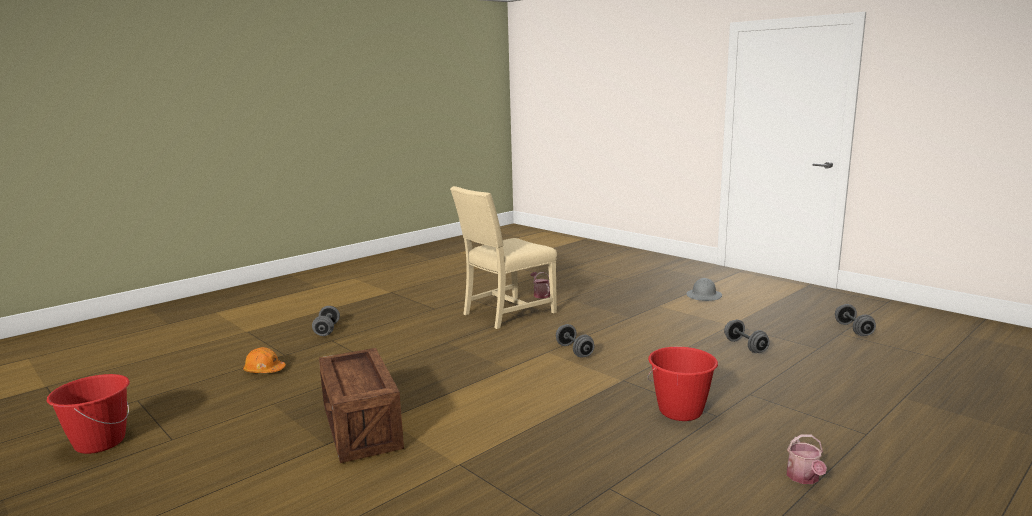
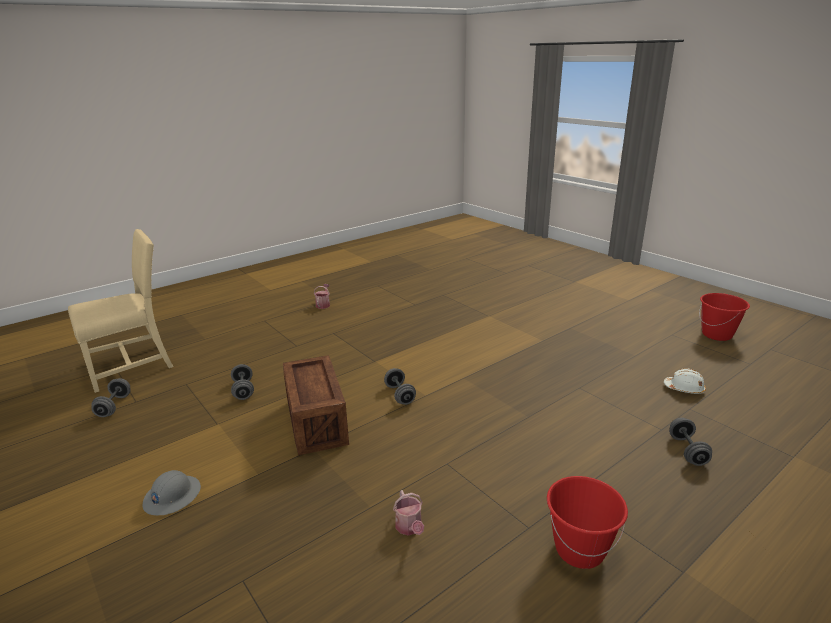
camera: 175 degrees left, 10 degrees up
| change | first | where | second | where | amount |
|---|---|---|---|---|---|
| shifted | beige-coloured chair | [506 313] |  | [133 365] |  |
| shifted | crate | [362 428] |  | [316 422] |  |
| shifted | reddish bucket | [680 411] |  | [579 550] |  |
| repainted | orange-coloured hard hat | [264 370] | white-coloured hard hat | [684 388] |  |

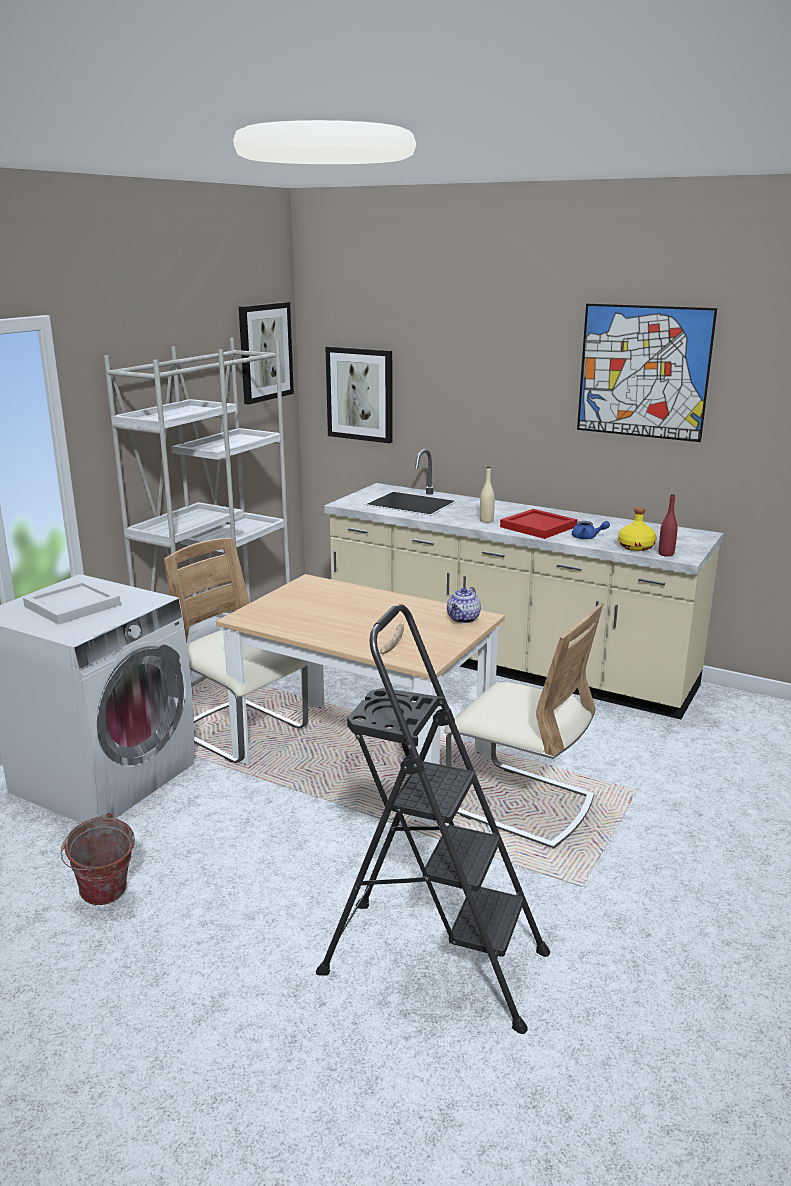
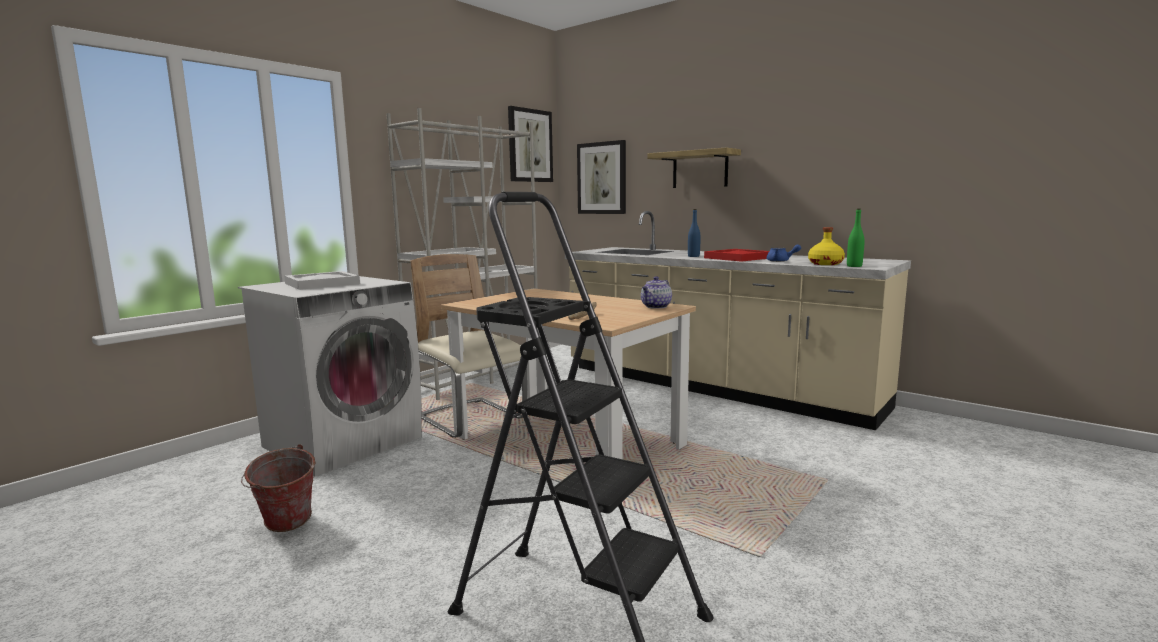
camera: 10 degrees right, 10 degrees down
| change | first | where | second | where | amount |
|---|---|---|---|---|---|
| new |  |  | bracket shelf | [700 169] |  |
| repainted | beige-coloured drink bottle | [486 521] | blue-coloured drink bottle | [693 256] |  |
| repainted | reddish drink bottle | [666 554] | green drink bottle | [854 266] |  |
| gone | beige-coloured chair | [520 804] |  |  |  |
| gone | picture | [643 372] |  |  |  |

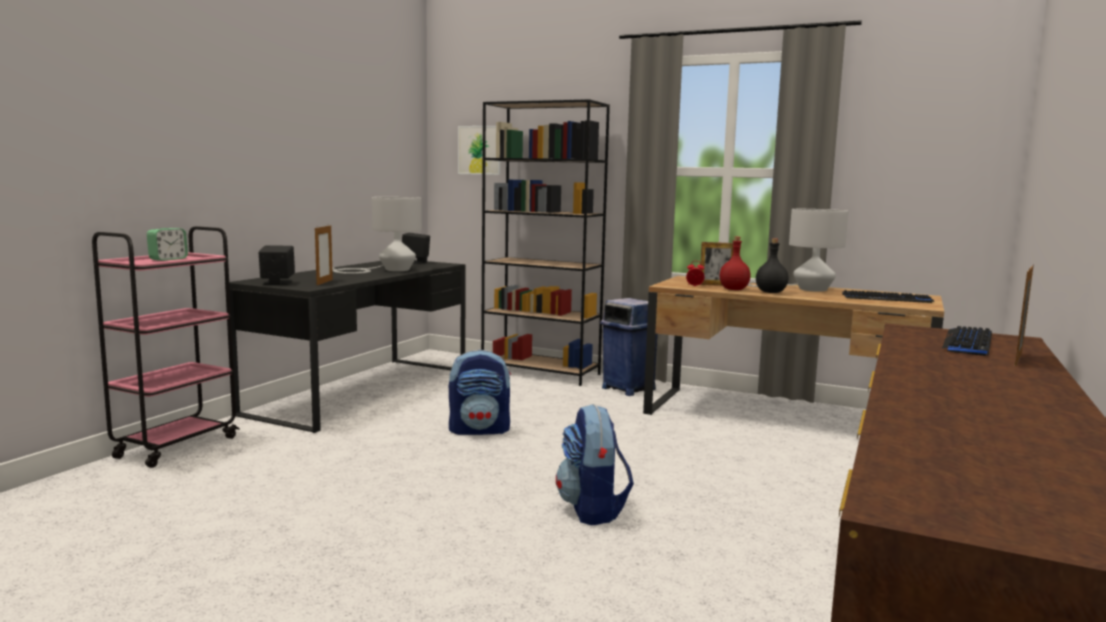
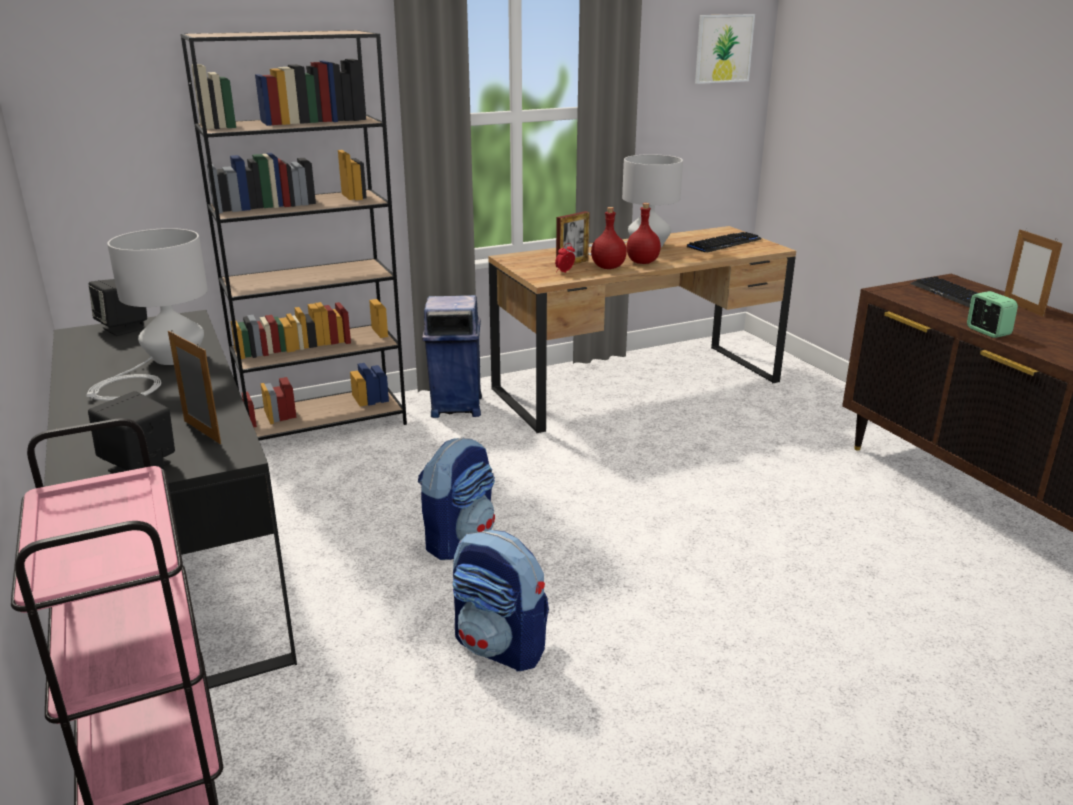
camera: 50 degrees left, 15 degrees up
| change | first | where | second | where | amount |
|---|---|---|---|---|---|
| shifted | knapsack | [592 510] |  | [501 647] |  |
| repainted | black-coloured drink bottle | [771 292] | reddish drink bottle | [643 262] |  |
| shifted | picture | [479 150] |  | [723 48] |  |
| shifted | table clock | [168 259] |  | [987 332] |  |

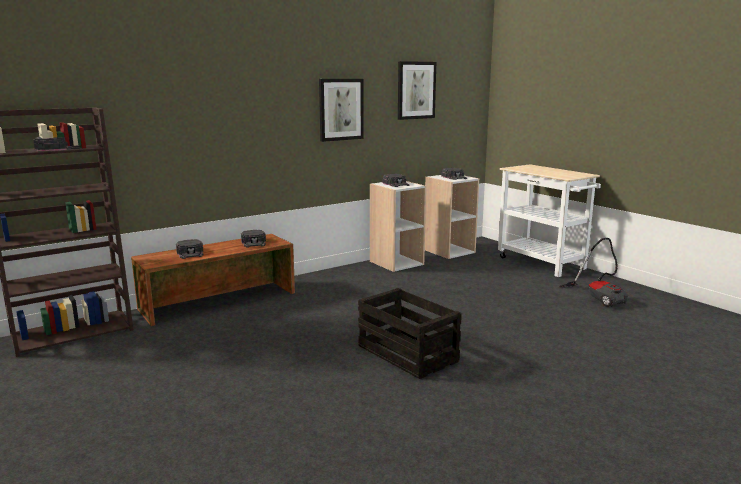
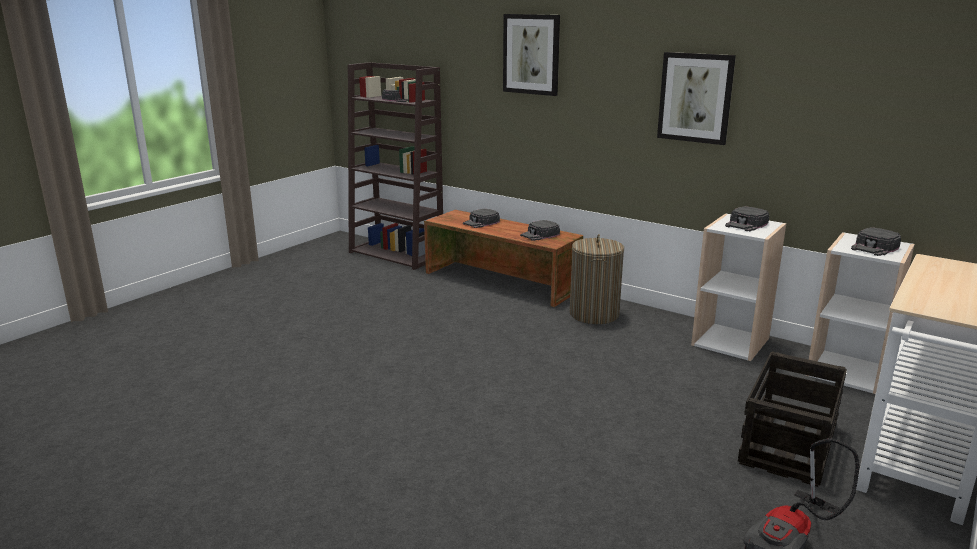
camera: 70 degrees right, 5 degrees up
| change | first | where | second | where | amount |
|---|---|---|---|---|---|
| shifted | picture | [416 90] |  | [531 54] |  |
| new |  |  | washing basket | [594 314] |  |
| shifted | crate | [406 353] |  | [788 443] |  |

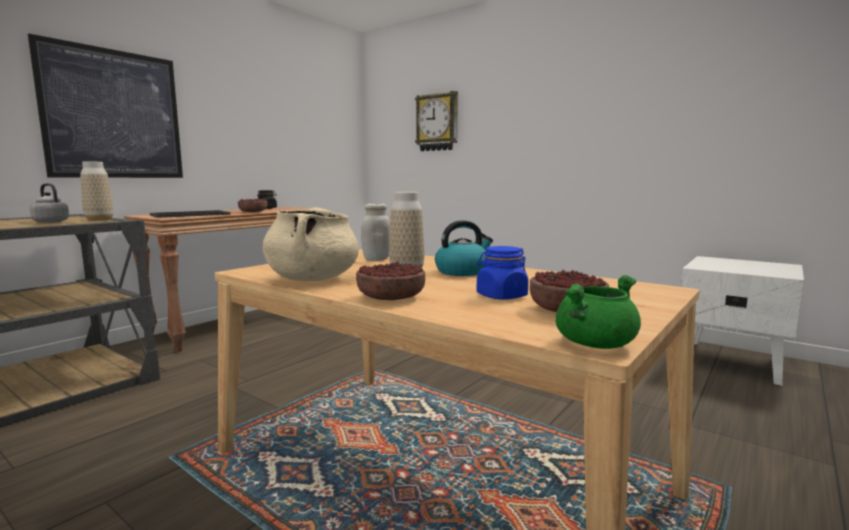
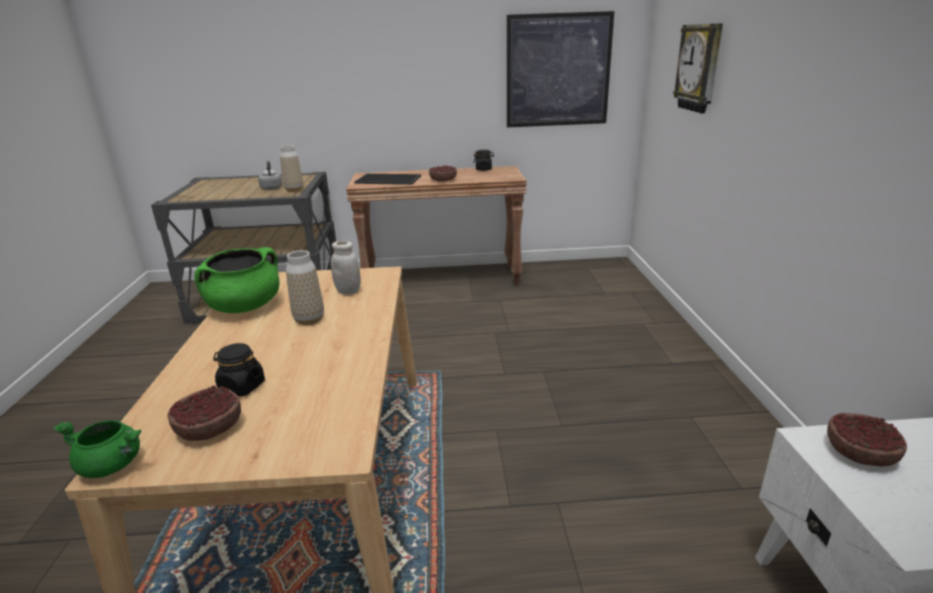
camera: 50 degrees right, 15 degrees up
| change | first | where | second | where | amount |
|---|---|---|---|---|---|
| repainted | beige-coloured saucepot | [312 279] | green saucepot | [245 307] |  |
| repainted | blue-coloured jar | [501 296] | black-coloured jar | [242 387] |  |
| shifted | picture | [114 114] |  | [558 71] |  |
| shifted | serving bowl | [391 297] |  | [860 453] |  |
| gone | water kettle | [462 271] |  |  |  |

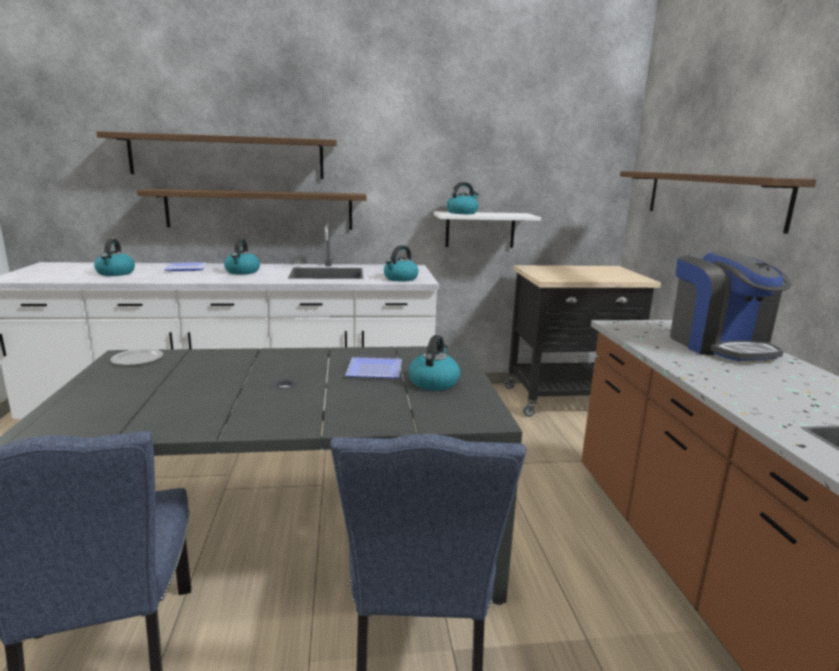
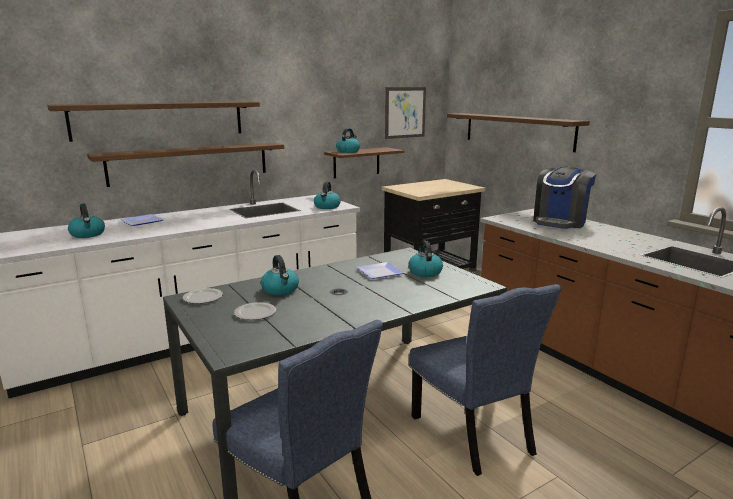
camera: 25 degrees left, 0 degrees up
| change | first | where | second | where | amount |
|---|---|---|---|---|---|
| new |  |  | flat dish | [255 313] |  |
| shifted | water kettle | [242 272] |  | [280 290] |  |
| repainted | white-coloured bracket shelf | [480 229] | brown-coloured bracket shelf | [356 162] |  |
| new |  |  | picture | [405 112] |  |
| rotated | coffee machine | [719 345] |  | [560 222] | 75 degrees clockwise |

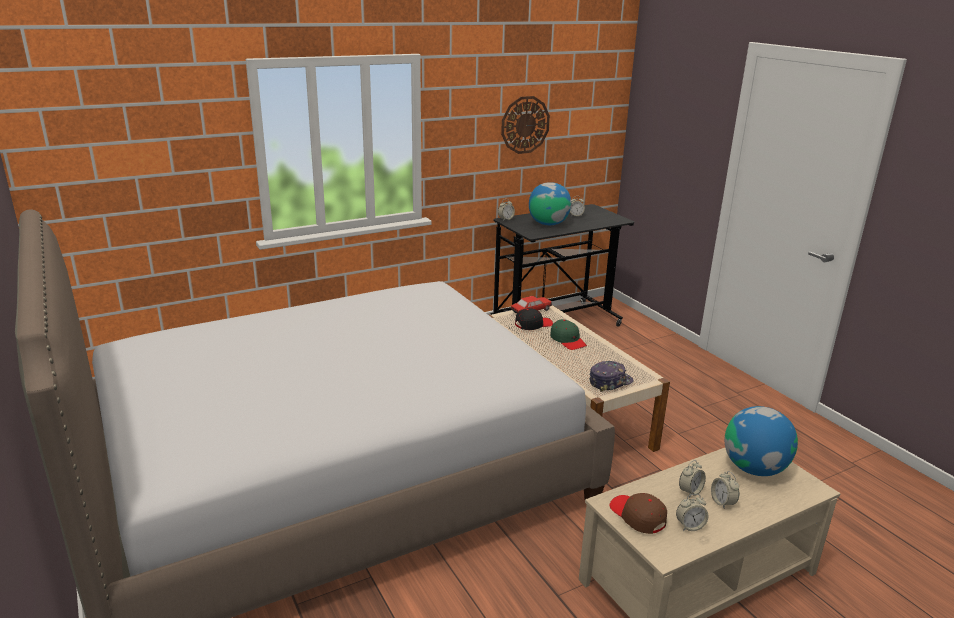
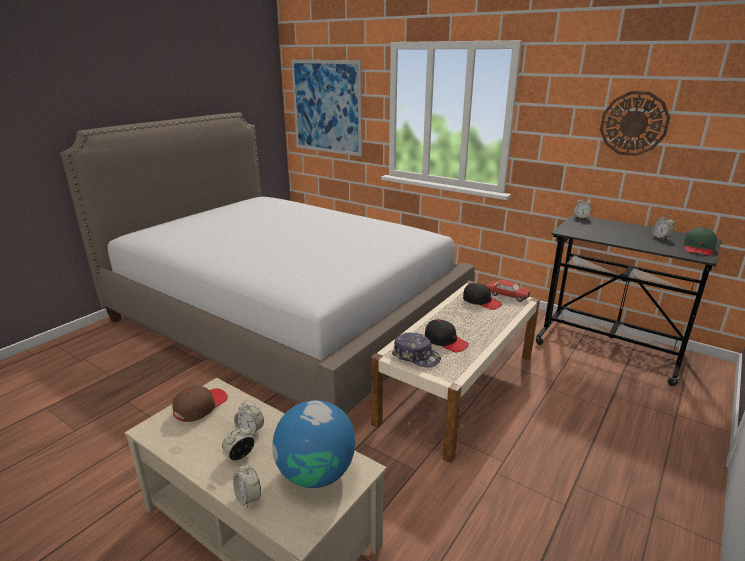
camera: 65 degrees right, 0 degrees up
| change | first | where | second | where | amount |
|---|---|---|---|---|---|
| shifted | table clock | [689 526] |  | [248 498] |  |
| new |  |  | picture | [326 107] |  |
| new |  |  | black-coloured peaked cap | [445 341] |  |
| shifted | green peaked cap | [568 340] |  | [698 248] |  |
| gone | world globe | [548 224] |  |  |  |

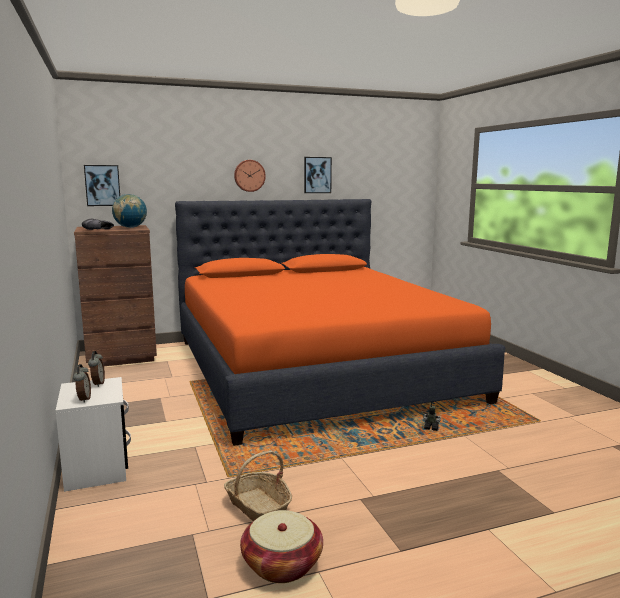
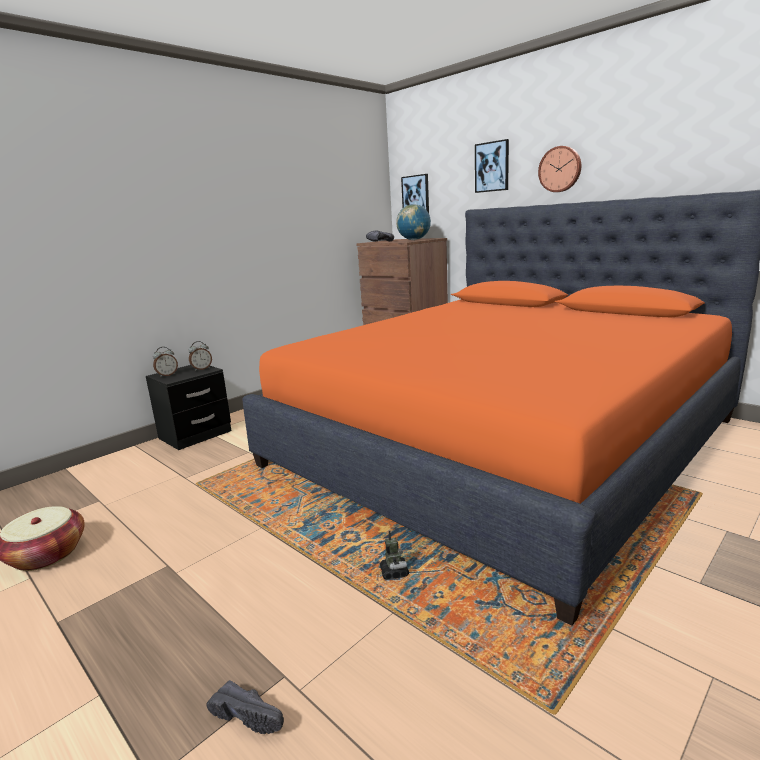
camera: 65 degrees right, 5 degrees up
| change | first | where | second | where | amount |
|---|---|---|---|---|---|
| repainted | white-coloured bedside table | [97 468] | black-coloured bedside table | [195 435] |  |
| new |  |  | black-coloured low shoe | [251 715] |  |
| shifted | picture | [317 175] |  | [492 167] |  |
| gone | basket | [258 505] |  |  |  |

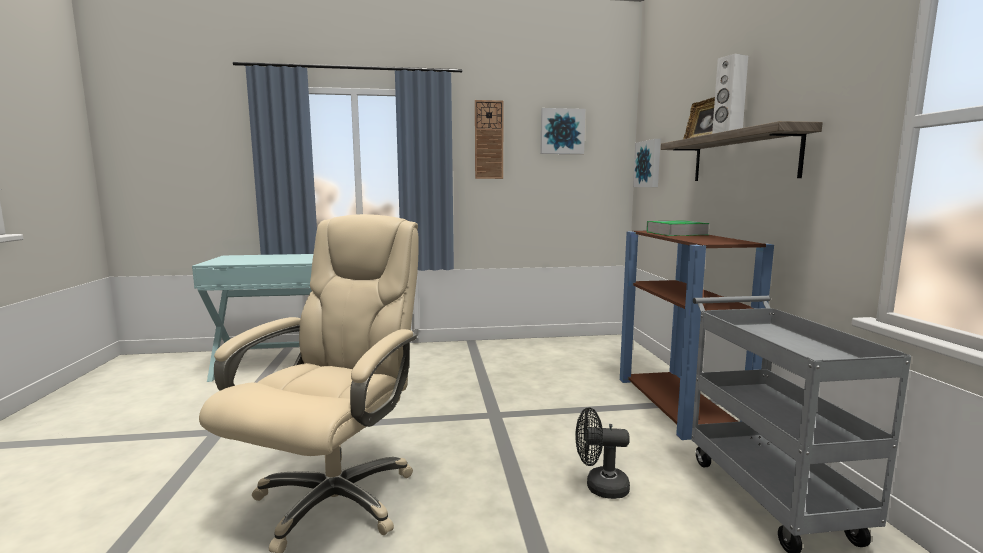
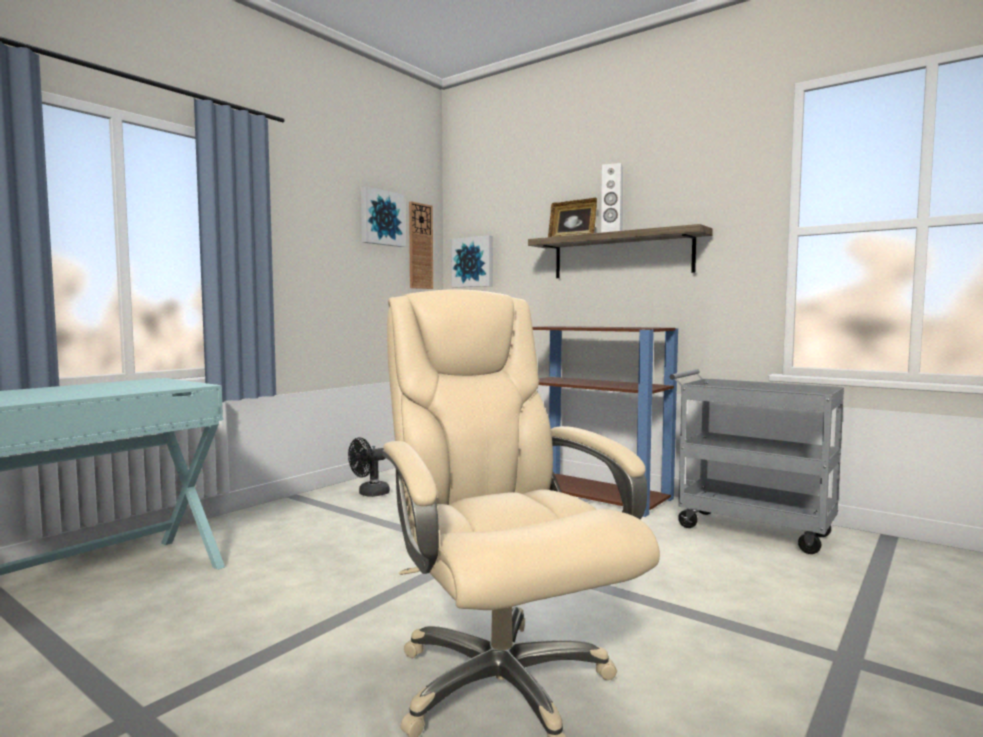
camera: 45 degrees left, 5 degrees down
| change | first | where | second | where | amount |
|---|---|---|---|---|---|
| shifted | black-coloured cooling fan | [600 487] |  | [369 494] |  |
| shifted | wall clock | [489 140] |  | [420 246] |  |
| gone | book | [676 233] |  |  |  |

